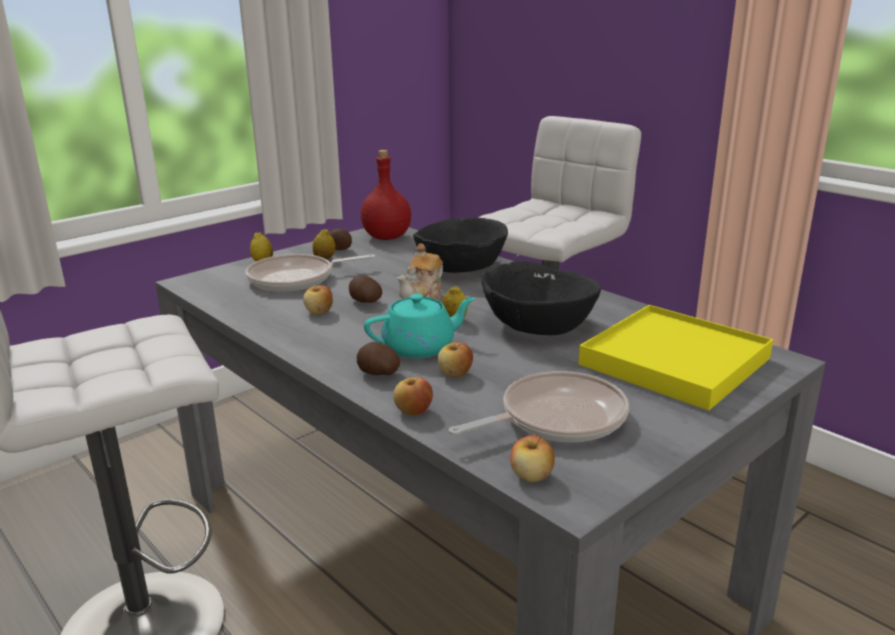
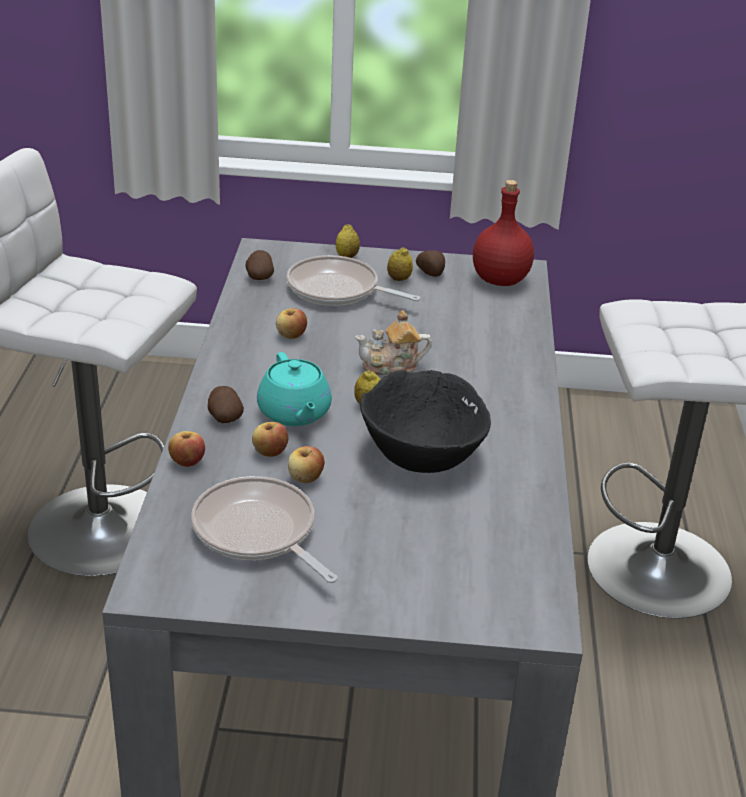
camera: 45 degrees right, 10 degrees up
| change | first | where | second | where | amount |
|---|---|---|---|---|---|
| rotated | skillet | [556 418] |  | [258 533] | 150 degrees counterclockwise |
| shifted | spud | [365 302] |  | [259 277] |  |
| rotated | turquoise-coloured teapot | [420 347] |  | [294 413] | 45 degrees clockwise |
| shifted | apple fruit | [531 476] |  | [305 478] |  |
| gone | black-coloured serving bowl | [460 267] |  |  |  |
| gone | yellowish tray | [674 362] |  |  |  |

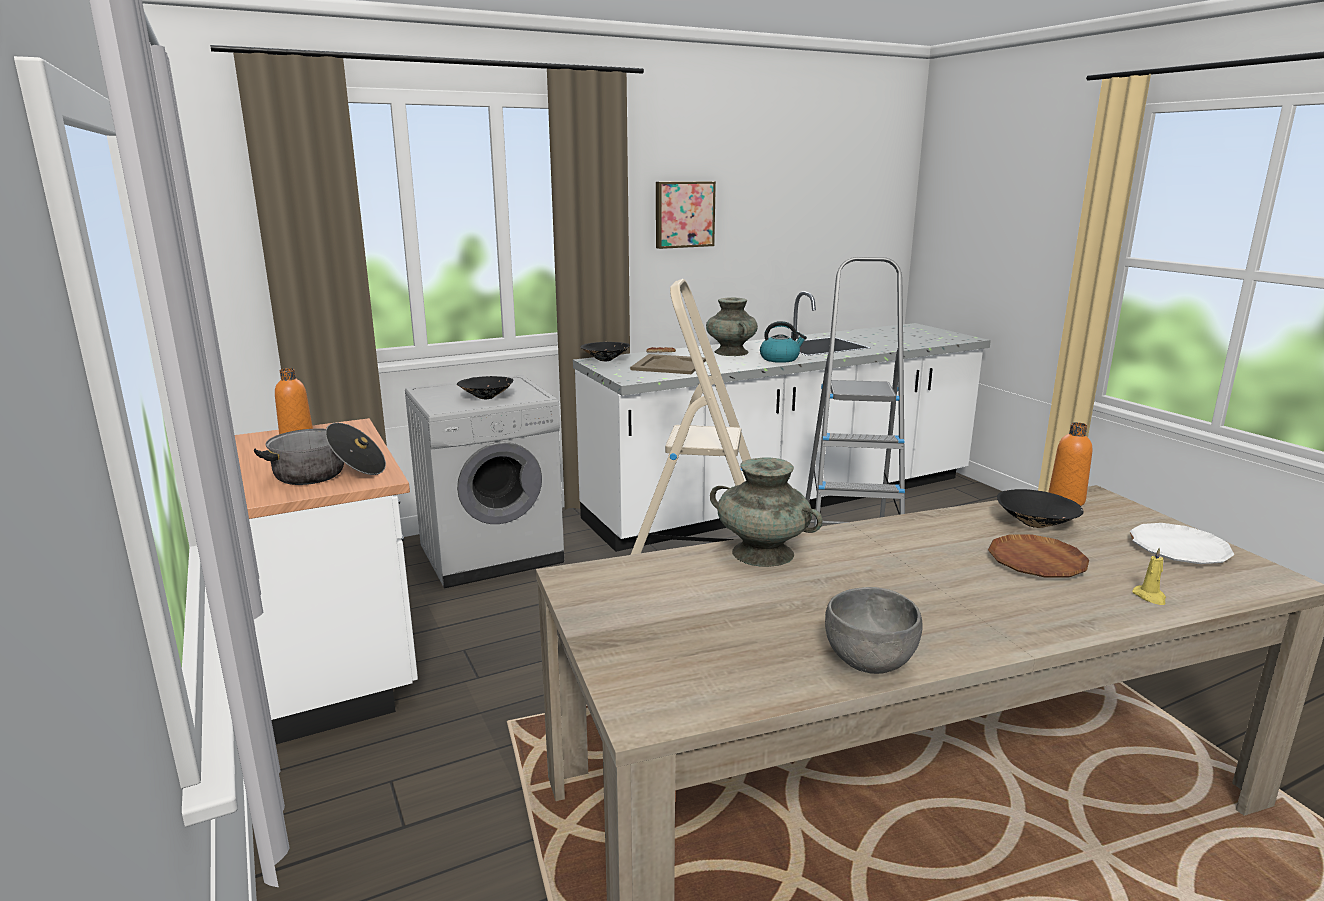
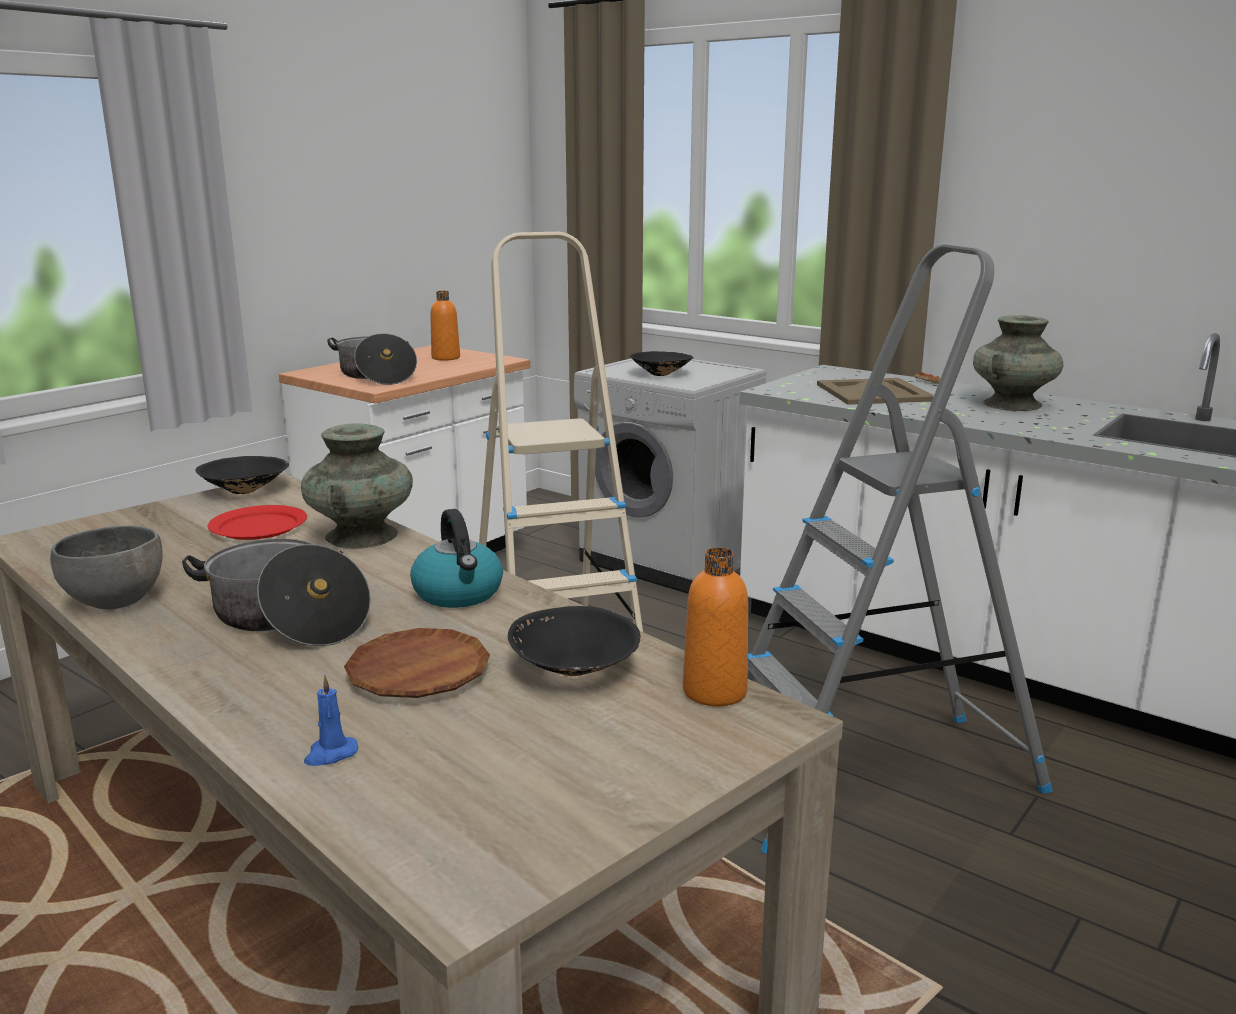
camera: 65 degrees right, 0 degrees up
| change | first | where | second | where | amount |
|---|---|---|---|---|---|
| new |  |  | saucepot | [286 619] |  |
| shifted | black-coloured serving bowl | [605 359] |  | [246 490] |  |
| new |  |  | reddish flat dish | [257 527] |  |
| repainted | yellowish wax candle | [1150 597] | blue-coloured wax candle | [330 754] |  |
| shifted | water kettle | [780 359] |  | [459 594] |  |
| gone | picture | [683 214] |  |  |  |
| gone | white-coloured flat dish | [1178 550] |  |  |  |

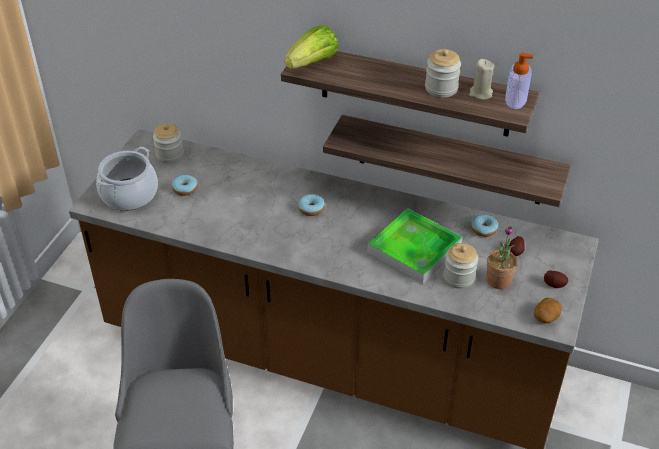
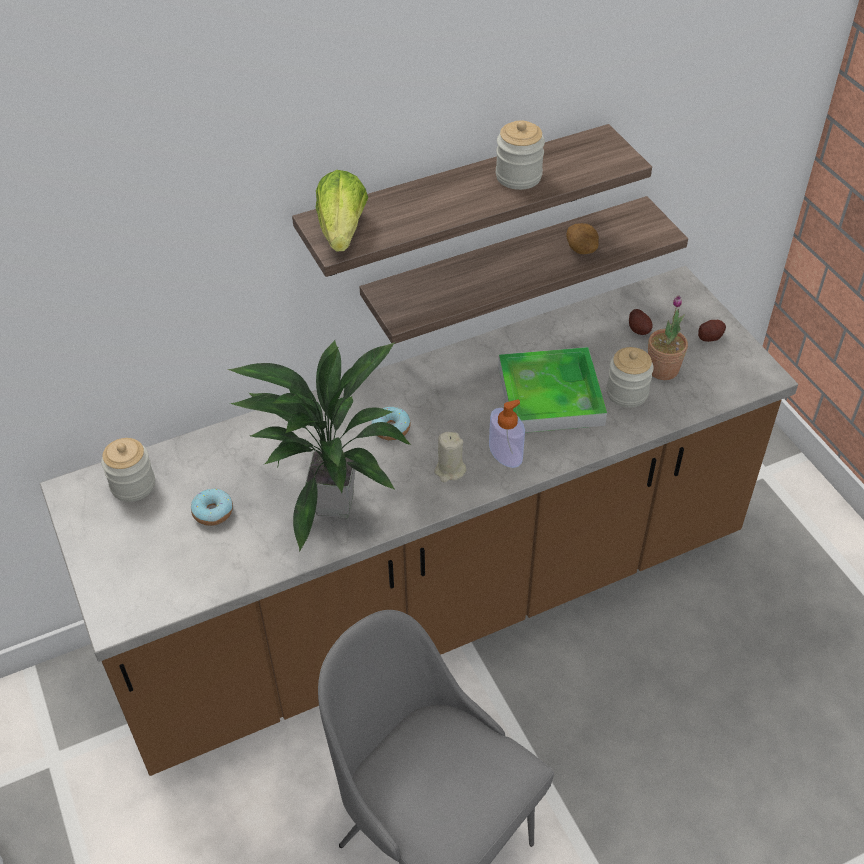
camera: 45 degrees left, 5 degrees up
| change | first | where | second | where | amount |
|---|---|---|---|---|---|
| new |  |  | potted plant | [332 503] |  |
| shifted | beige-coloured wax candle | [480 93] |  | [449 470] |  |
| shifted | liquid soap bottle | [515 99] |  | [505 452] |  |
| shifted | spud | [546 317] |  | [582 248] |  |
| gone | saucepot | [129 195] |  |  |  |
| gone | doughnut | [484 229] |  |  |  |

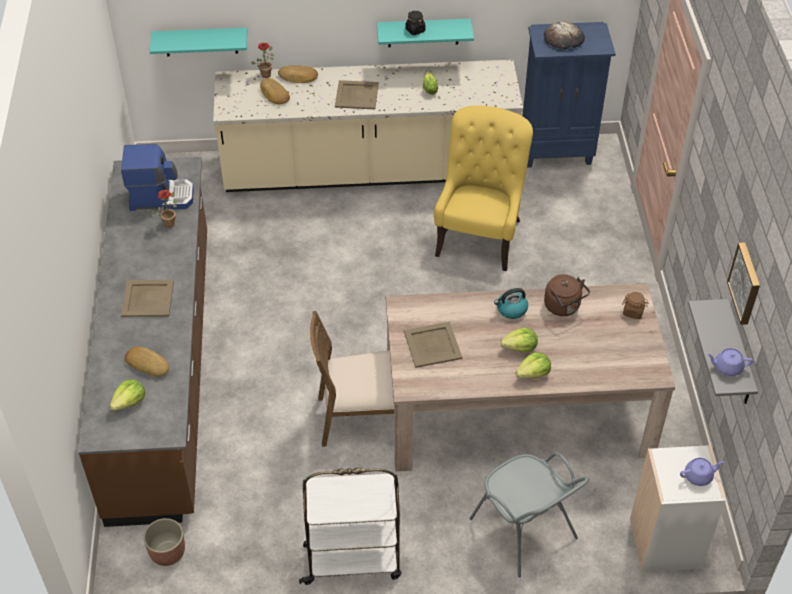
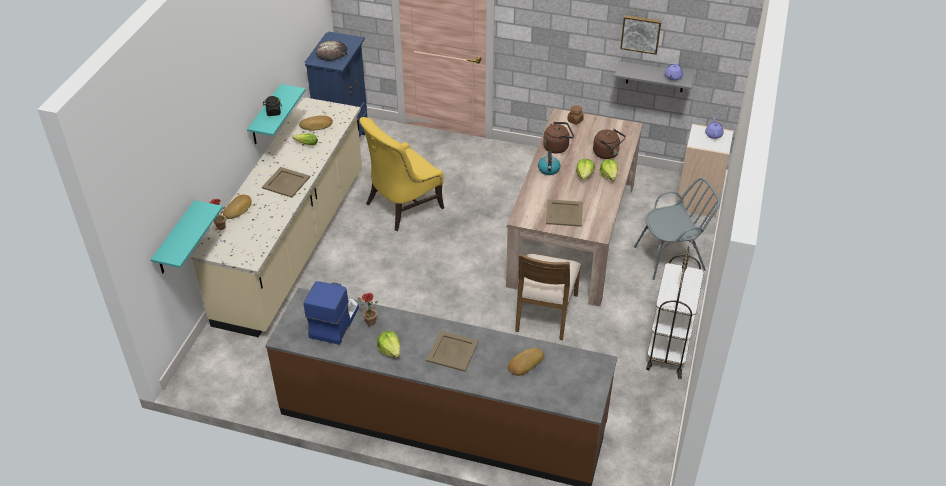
camera: 70 degrees left, 5 degrees down
| change | first | where | second | where | amount |
|---|---|---|---|---|---|
| shifted | bread | [274 94] |  | [316 125] |  |
| rotated | yellowish chair | [479 237] |  | [403 206] | 75 degrees counterclockwise |
| shifted | lettuce | [130 402] |  | [390 350] |  |
| new |  |  | brown-coloured water kettle | [607 153] |  |
| gone | plant pot | [167 553] |  |  |  |

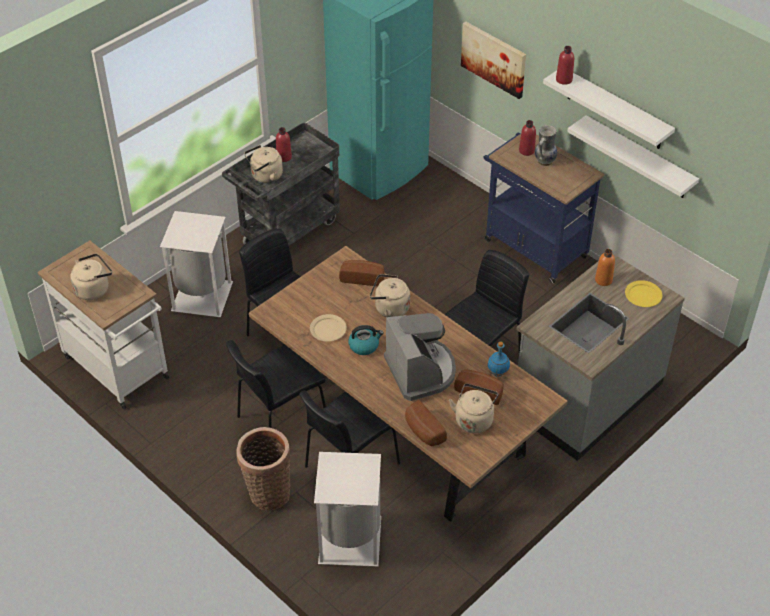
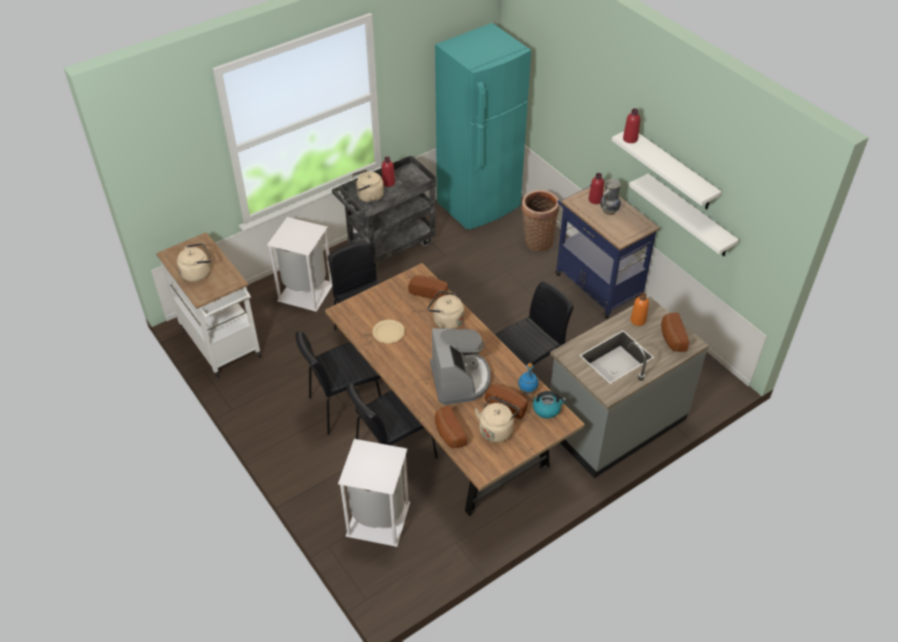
camera: 10 degrees right, 0 degrees up
| change | first | where | second | where | amount |
|---|---|---|---|---|---|
| shifted | basket | [267 492] |  | [537 241] |  |
| shifted | water kettle | [364 346] |  | [547 409] |  |
| swapped | yellowish flat dish | [643 295] | bread | [671 338] |  |
| gone | picture | [494 59] |  |  |  |

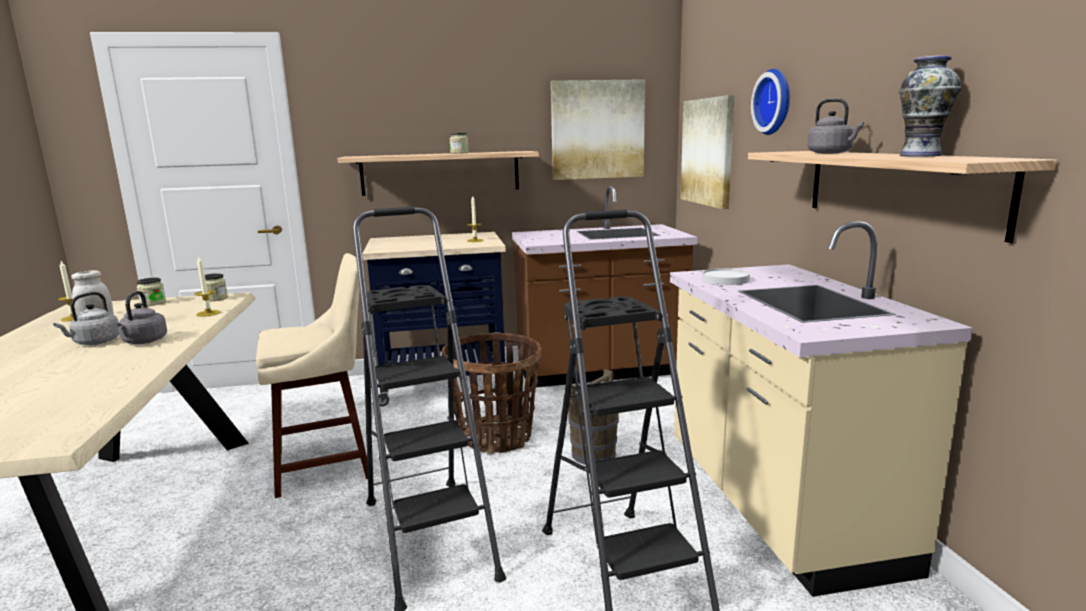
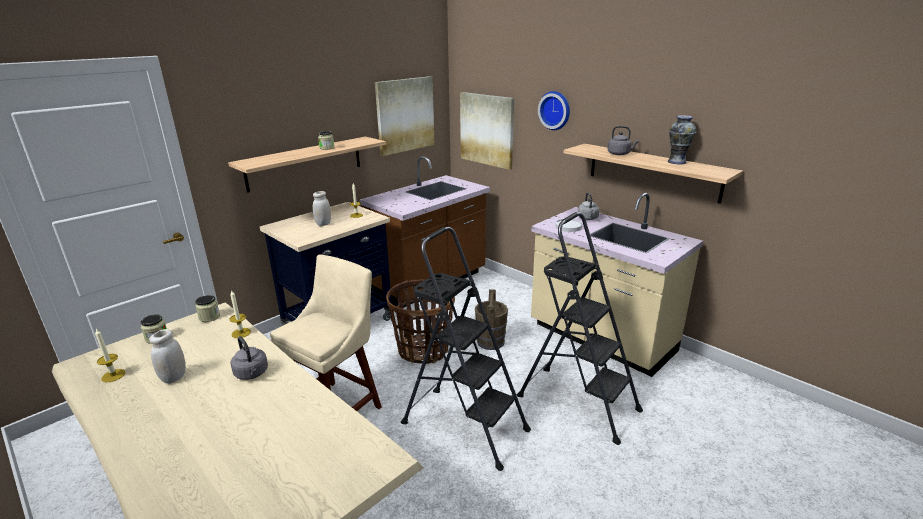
camera: 35 degrees left, 10 degrees up
| change | first | where | second | where | amount |
|---|---|---|---|---|---|
| new |  |  | white-coloured jar | [323 224] |  |
| shifted | grey water kettle | [95 342] |  | [588 218] |  |

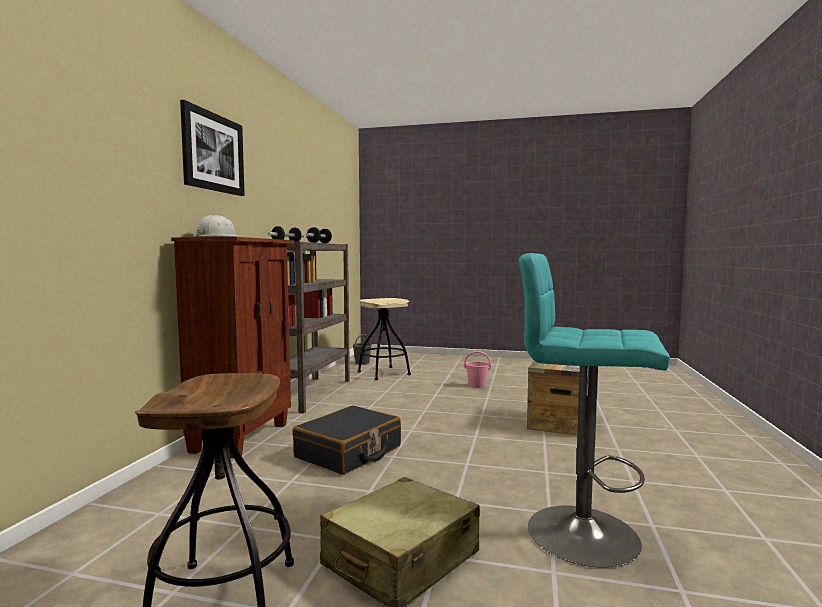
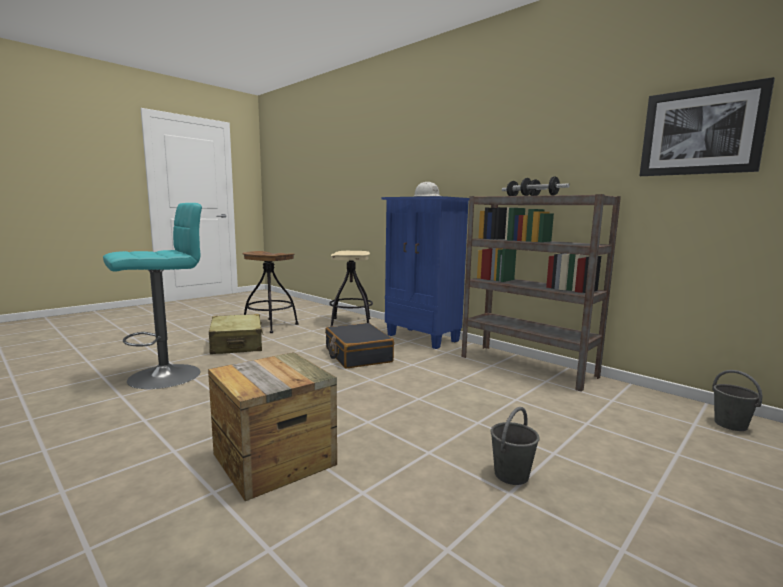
camera: 120 degrees right, 5 degrees up
| change | first | where | second | where | amount |
|---|---|---|---|---|---|
| shifted | beige-coloured stool | [384 373] |  | [351 323] |  |
| repainted | brown-coloured cupboard | [243 438] | blue-coloured cupboard | [421 338] |  |
| repainted | pink bucket | [477 385] | grey bucket | [511 475] |  |
| shifted | picture | [213 152] |  | [701 132] |  |

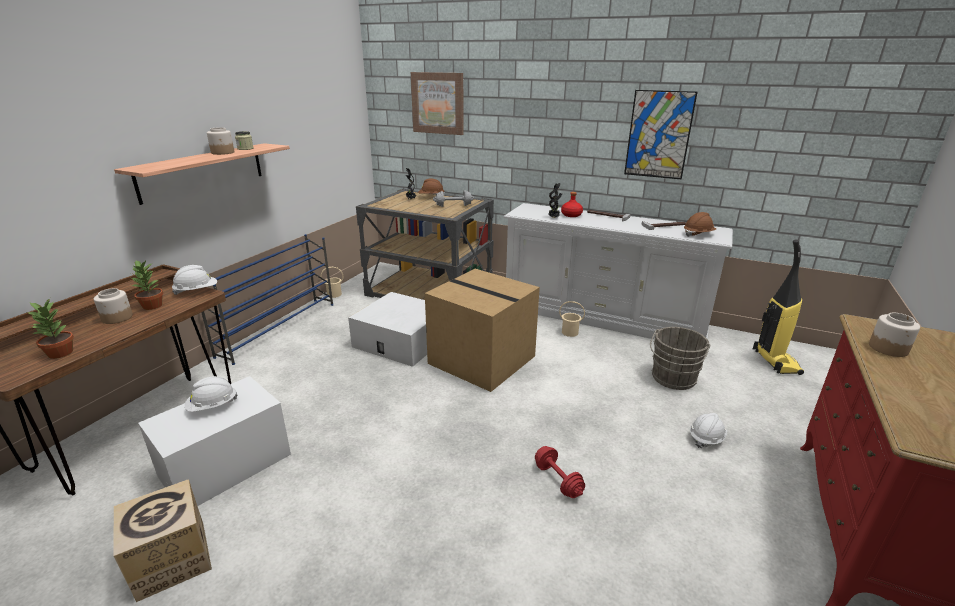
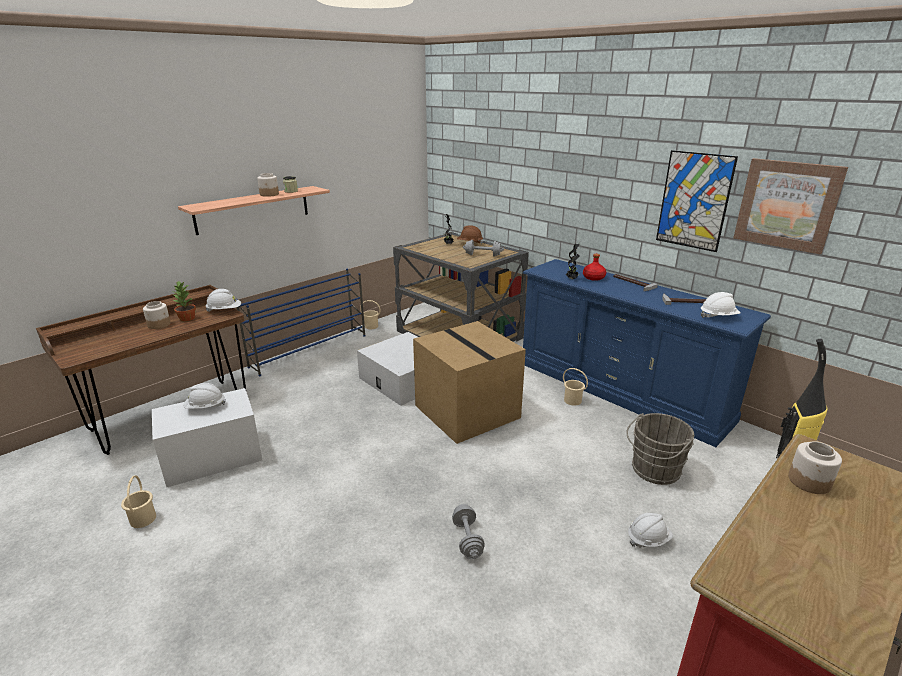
camera: 20 degrees right, 0 degrees up
| change | first | where | second | where | amount |
|---|---|---|---|---|---|
| swapped | carton | [171 560] | beige-coloured bucket | [143 519] |  |
| repainted | reddish hand weight | [558 480] | grey hand weight | [467 539] |  |
| repainted | white-coloured cupboard | [602 316] | blue-coloured cupboard | [619 390] |  |
| repainted | brown-coloured hard hat | [698 234] | white-coloured hard hat | [718 317] |  |
| shifted | picture | [438 103] |  | [787 205] |  |
| gone | potted plant | [61 353] |  |  |  |

